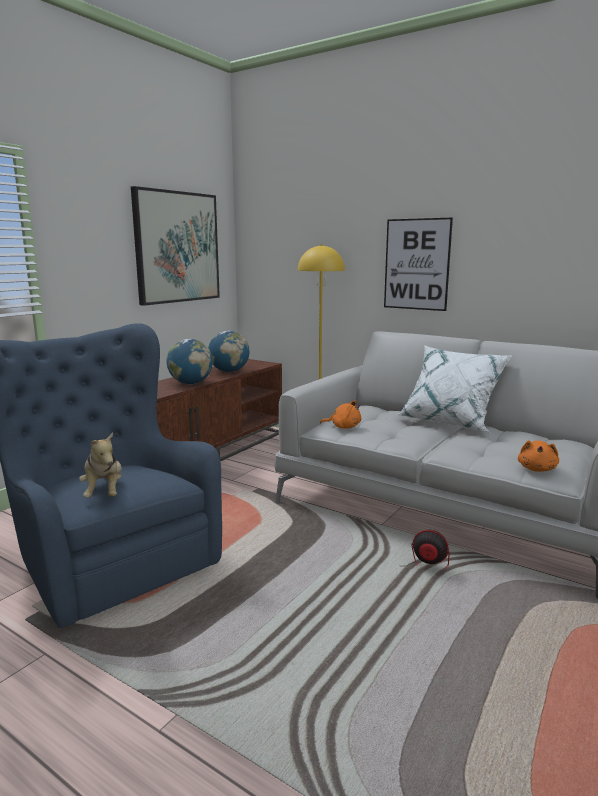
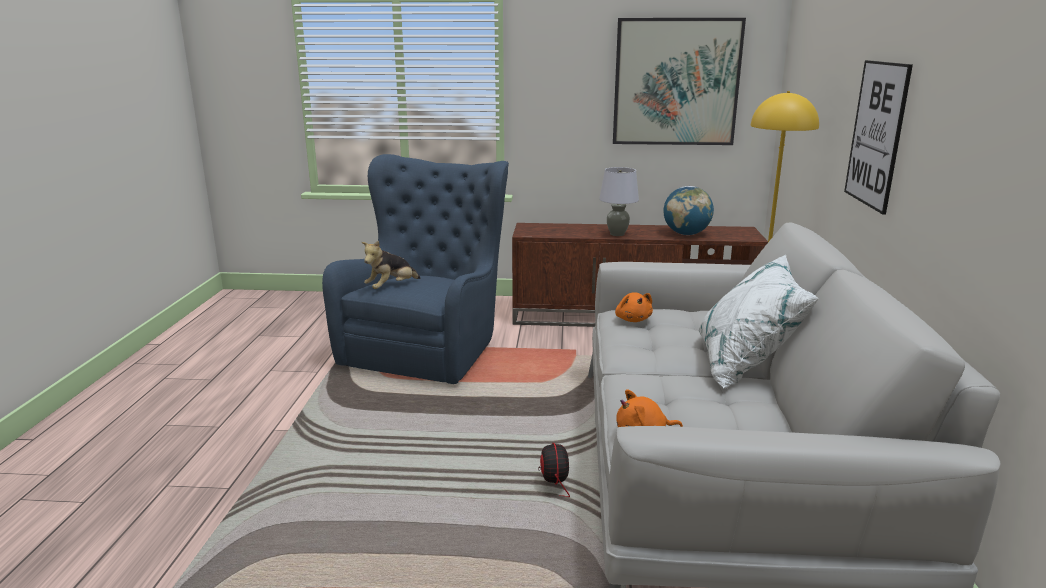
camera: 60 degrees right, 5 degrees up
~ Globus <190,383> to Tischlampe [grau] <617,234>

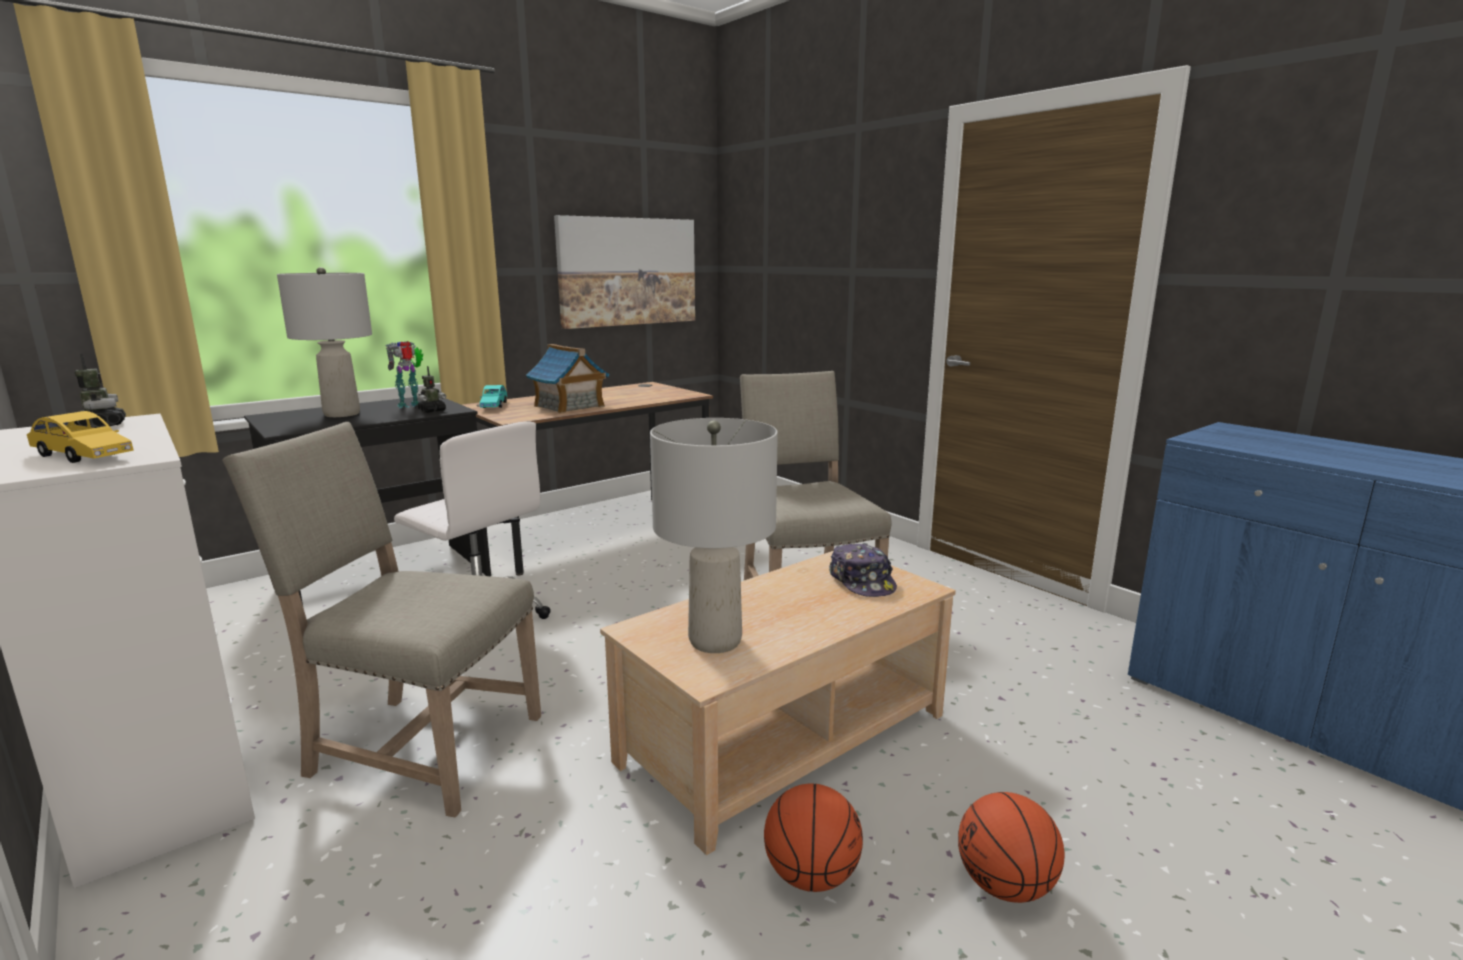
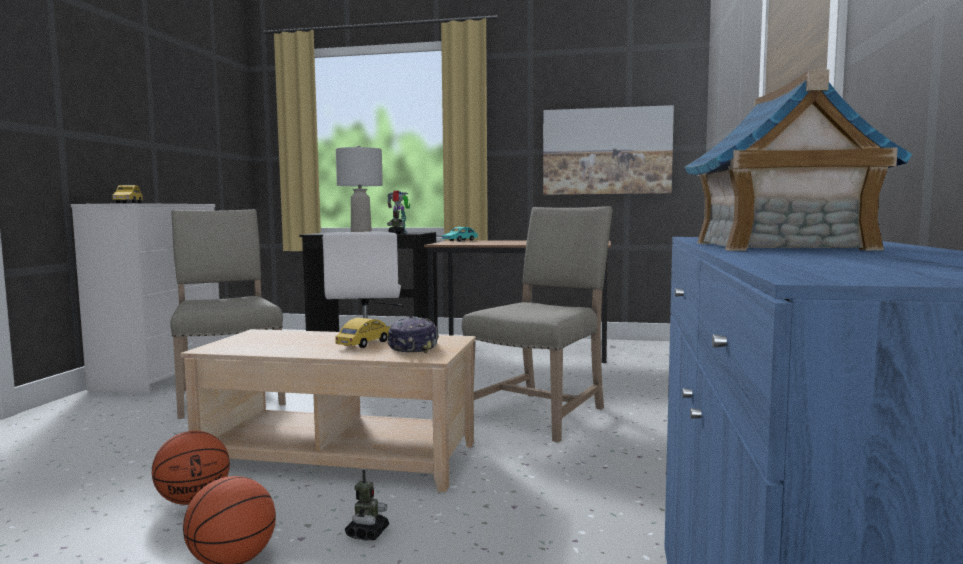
camera: 50 degrees right, 10 degrees down
~ Spielzeughaus <569,406> to <779,246>
~ Spielzeugroboter <102,425> to <367,533>
- Tischlampe [grau] <714,641>
~ Kappe <862,581> = <413,347> 150 degrees clockwise
+ Spielzeugauto [gelb] <367,343>

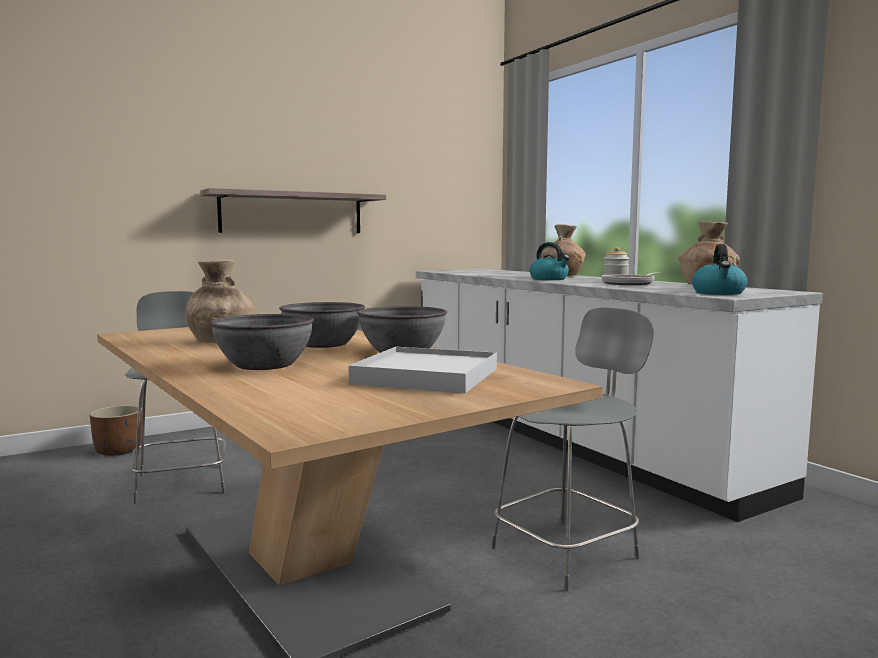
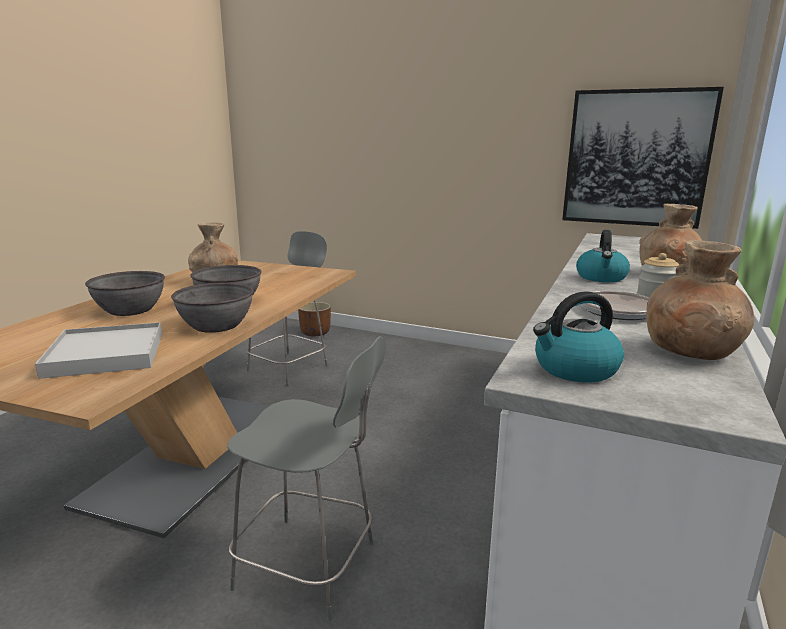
camera: 55 degrees right, 10 degrees up
- Wandregal <292,213>
+ Bild <636,158>

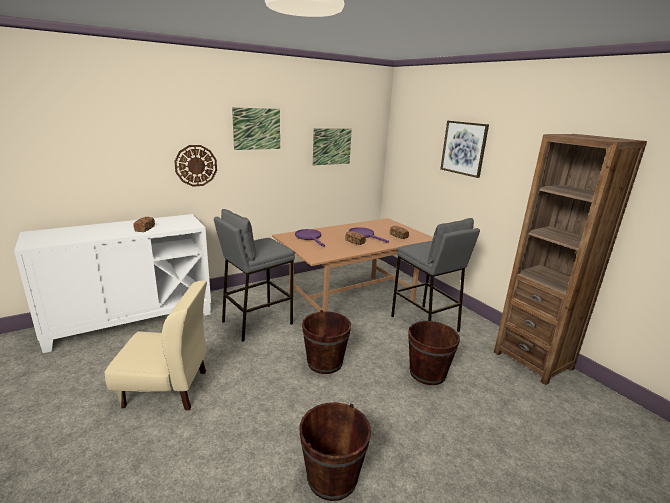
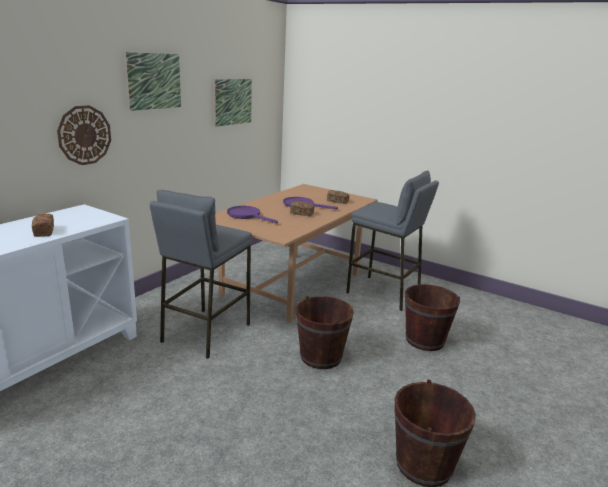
camera: 25 degrees left, 0 degrees up
- Bild <464,148>
- Bücherregal [braun] <533,360>
- Stuhl [beige] <167,388>

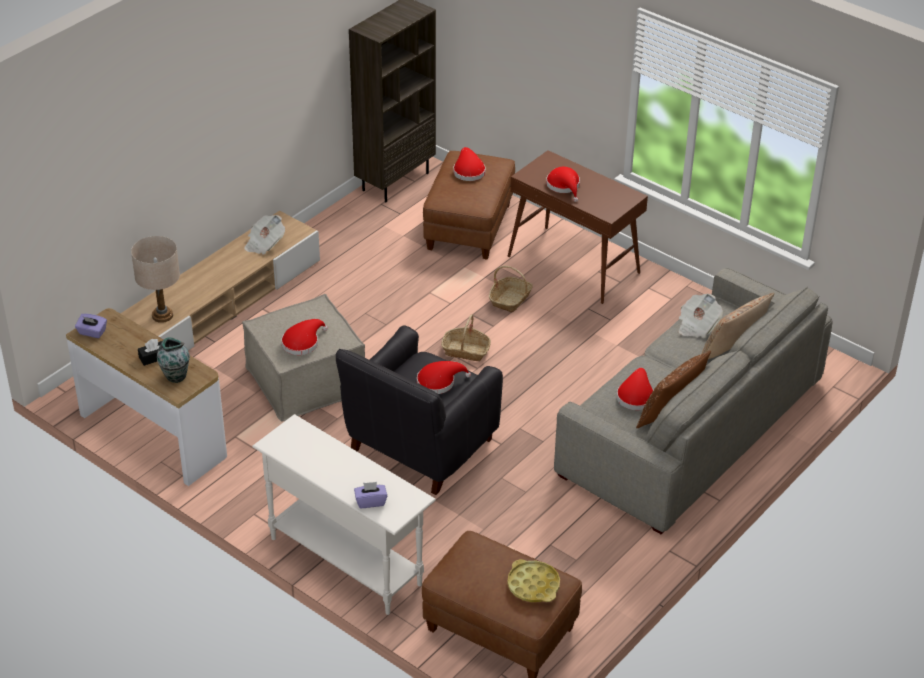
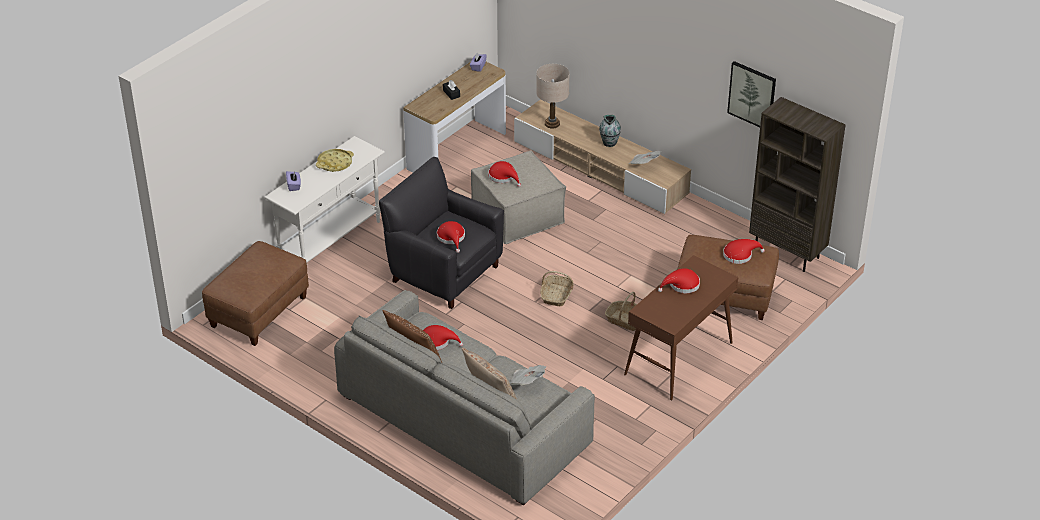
camera: 90 degrees right, 0 degrees up
~ Vase <175,376> to <609,142>
~ Tablett [gelb] <533,585> to <335,163>
+ Bild <752,95>

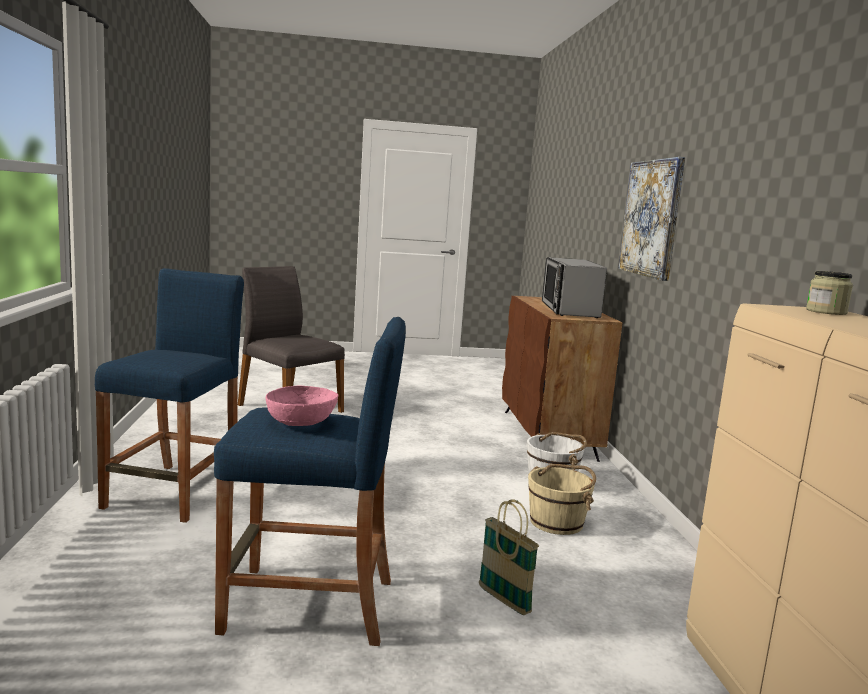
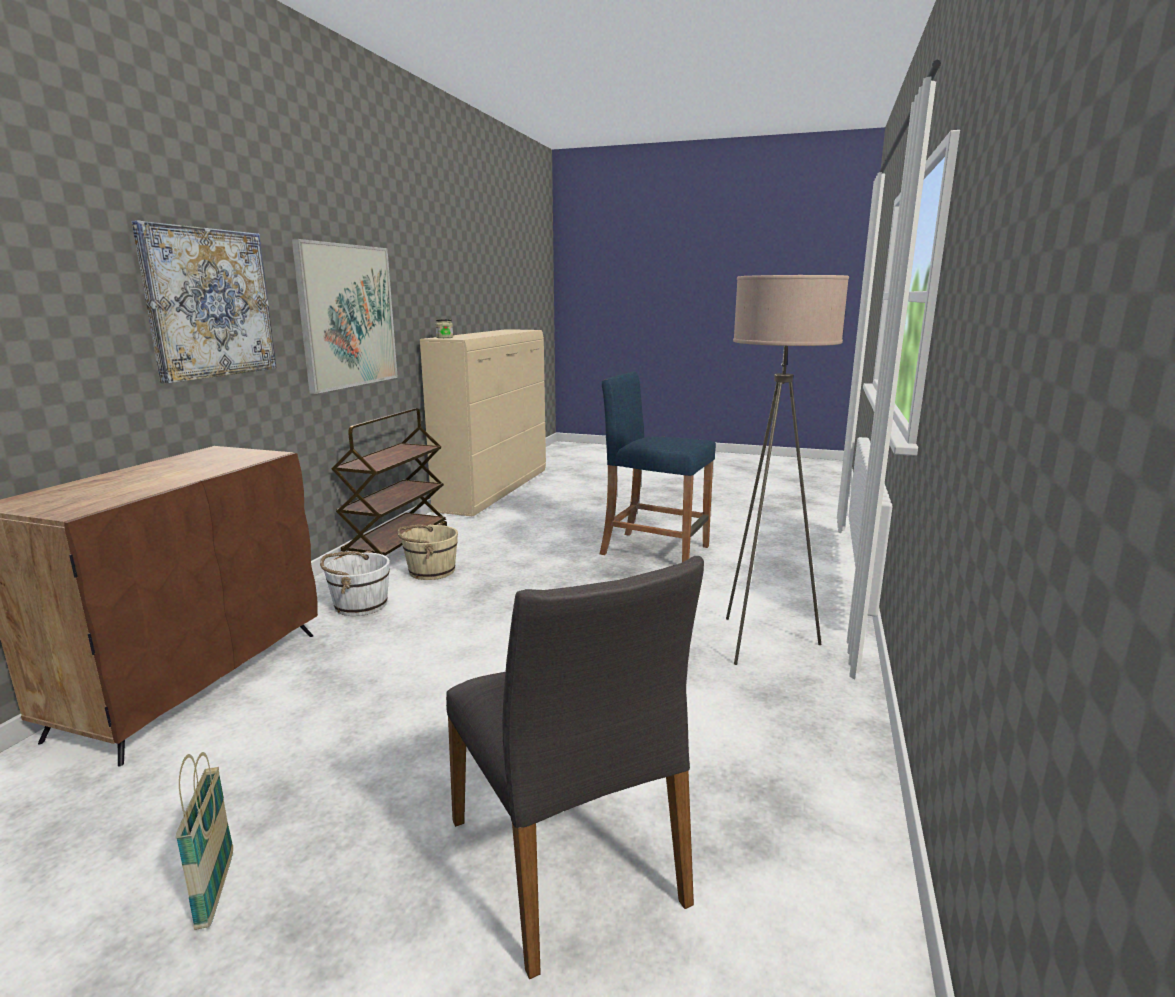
camera: 155 degrees left, 5 degrees up
- Mikrowelle <569,310>
~ Hocker [blau] <175,492> to Stehlampe [beige] <761,642>
- Schüssel [rosa] <301,422>
~ Korb <504,600> to <216,889>
+ Bild <347,316>
+ Rollwagen [braun] <396,546>

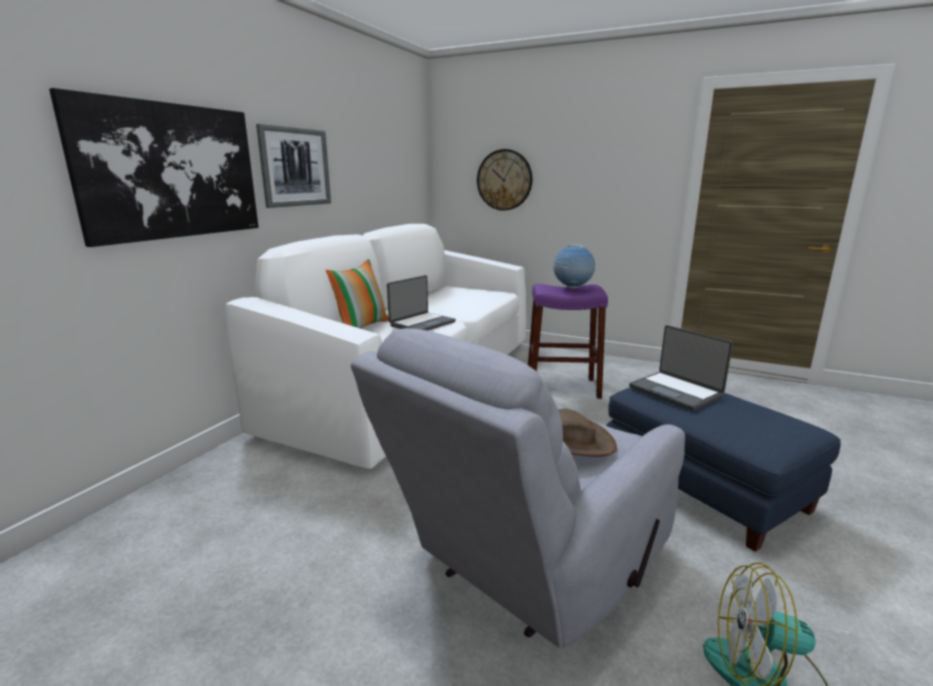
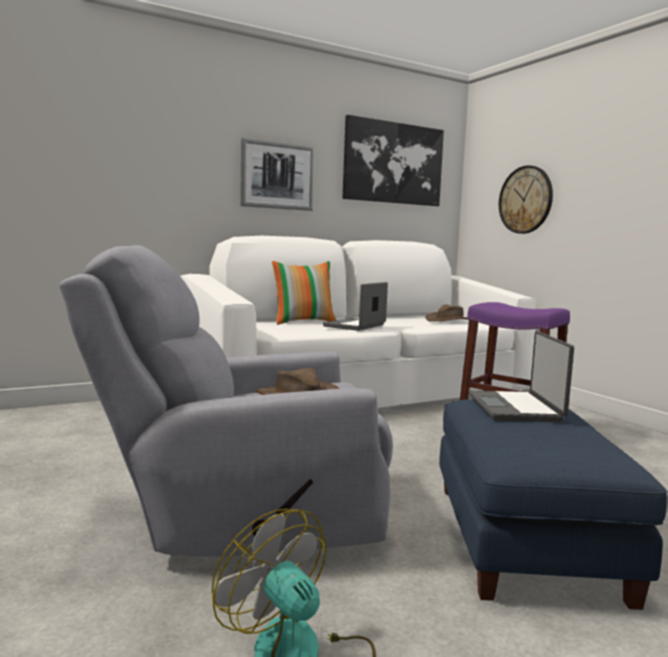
camera: 35 degrees right, 10 degrees down
~ Bild <171,171> to <393,163>
- Globus <572,288>
~ Laptop <421,323> = <356,326> 135 degrees clockwise
+ Hut [braun] <449,320>

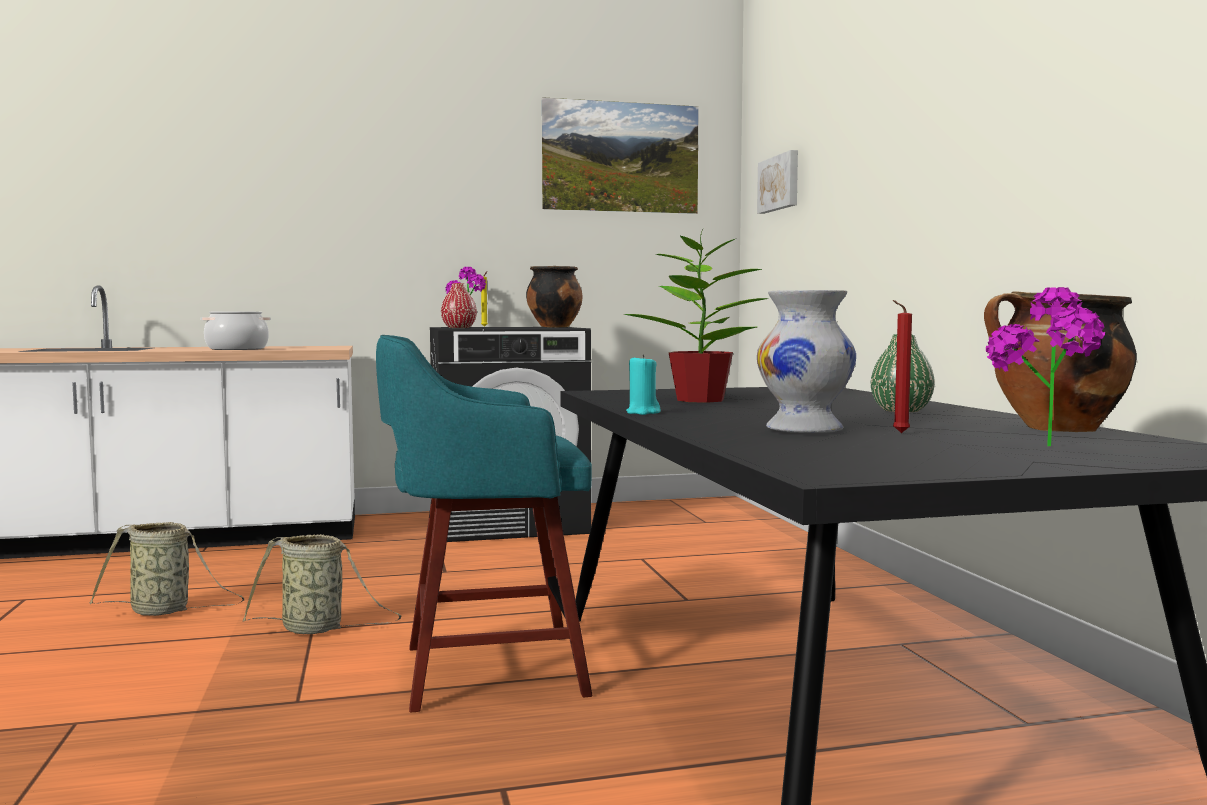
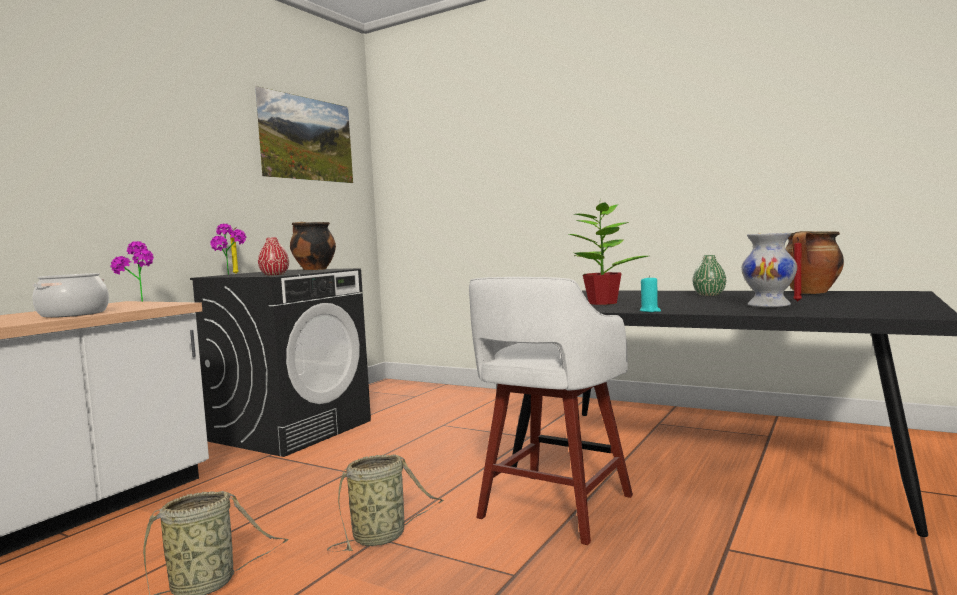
camera: 45 degrees left, 0 degrees up
- Bild <780,183>
~ Topfpflanze <1044,448> to <139,302>
~ Hocker [türkis] <486,671> to Hocker [weiß] <553,508>

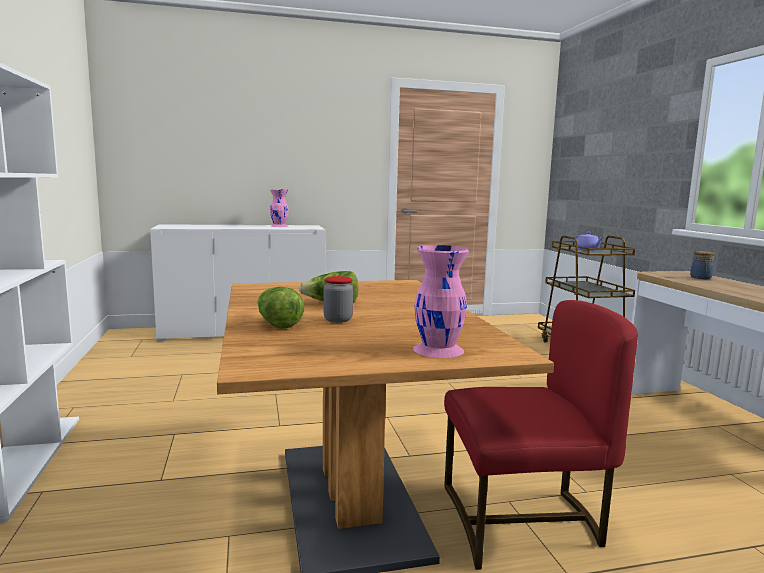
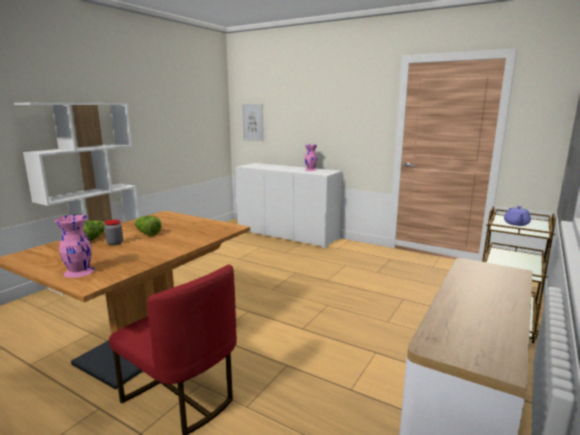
camera: 45 degrees right, 5 degrees up
- Vorratsglas <701,278>
+ Bild <252,122>

